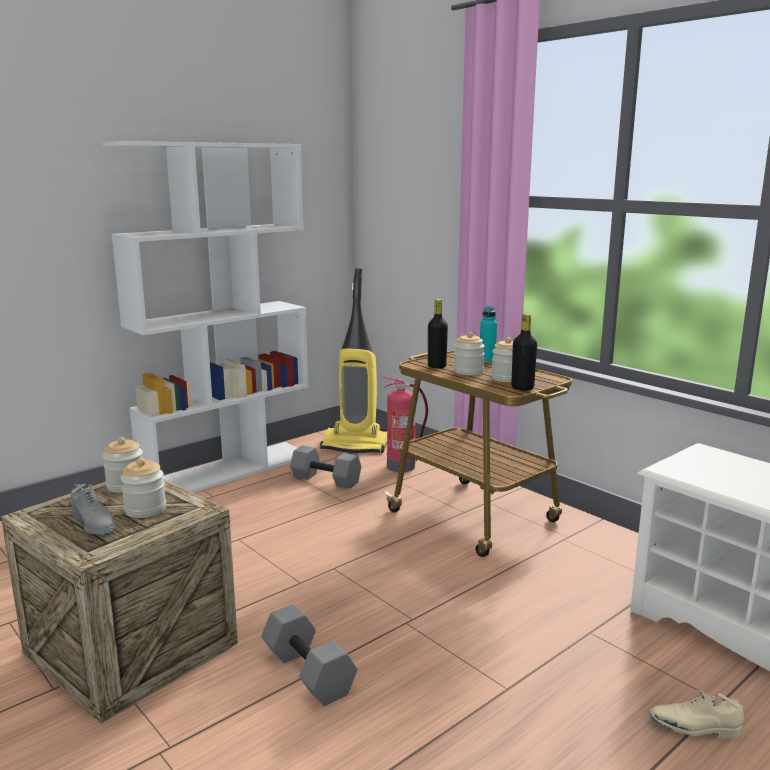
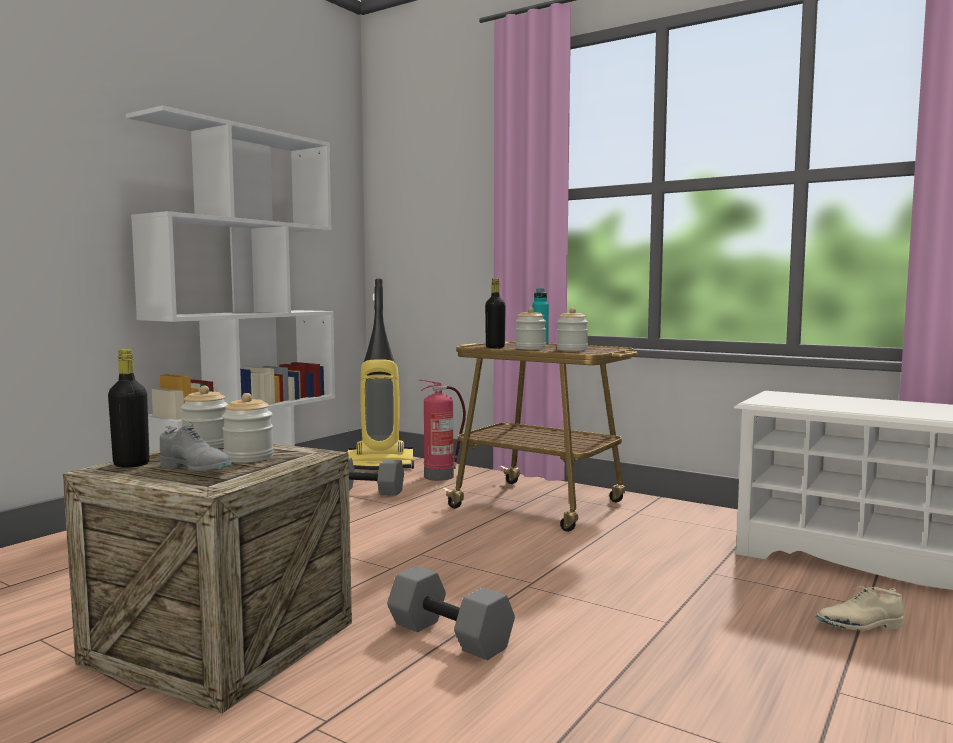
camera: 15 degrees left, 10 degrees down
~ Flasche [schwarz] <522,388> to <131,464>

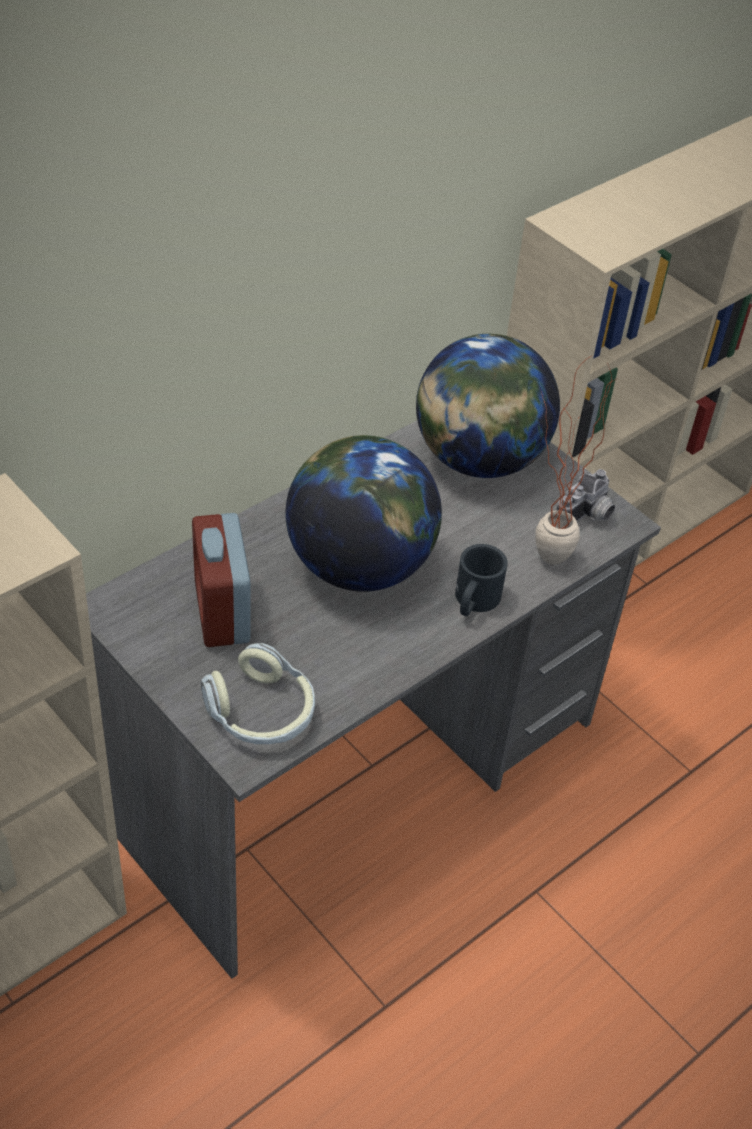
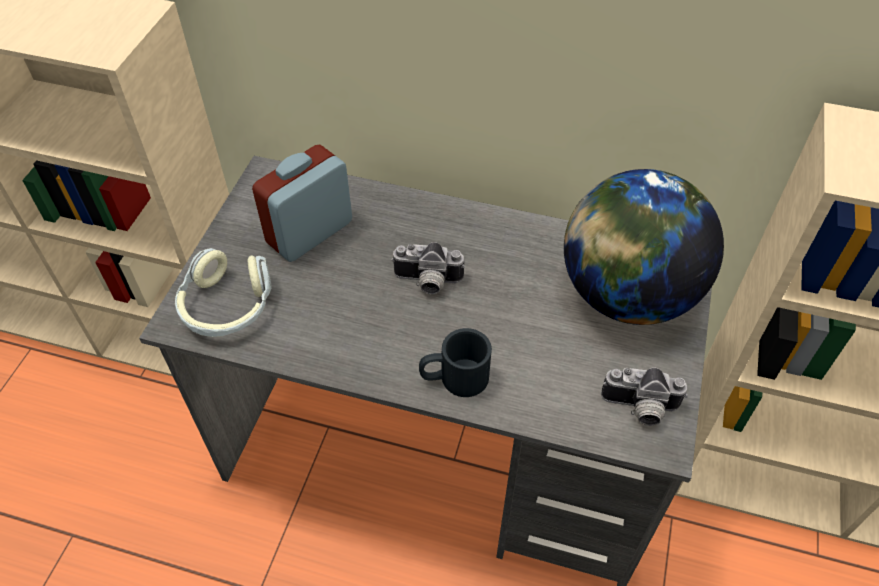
camera: 60 degrees right, 5 degrees up
- Topfpflanze <541,563>
~ Globus <359,565> to Kamera <427,283>

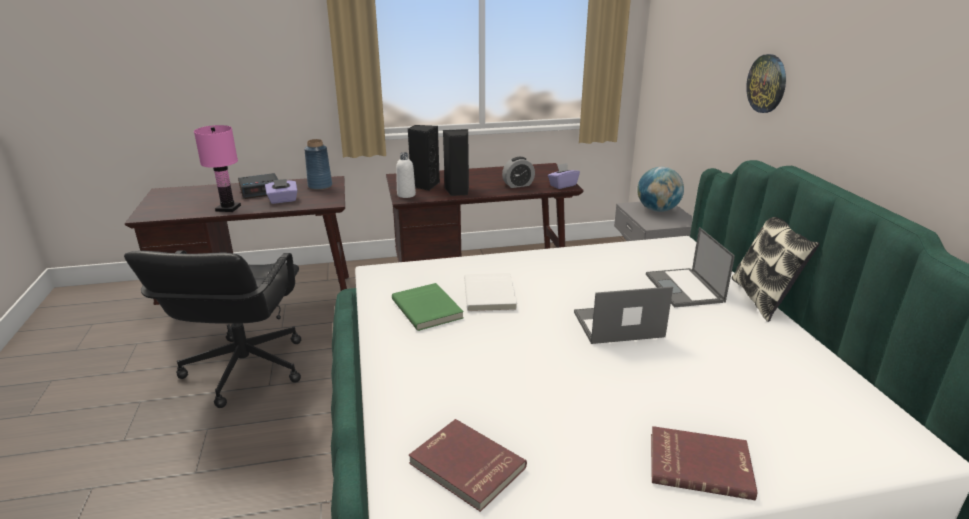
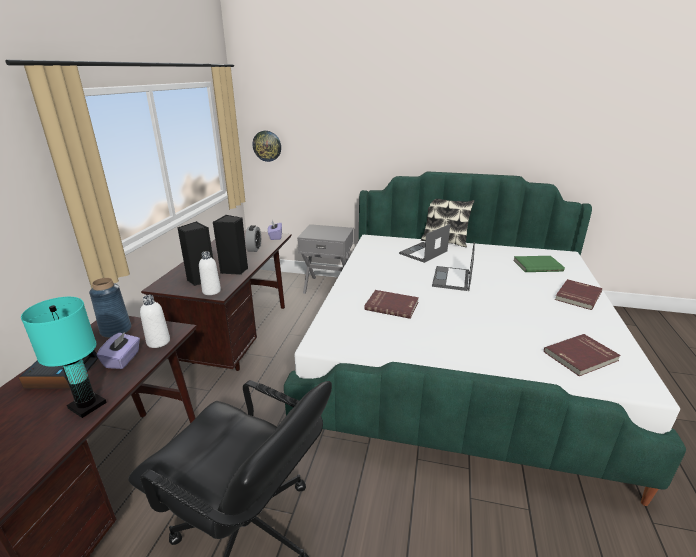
camera: 65 degrees left, 0 degrees up
~ Wanduhr <767,83> to <267,146>
~ Tischlampe [rosa] <228,208> to Tischlampe [türkis] <86,405>
- Globus <657,210>
~ Laptop <685,288> = <423,253> 120 degrees clockwise
~ Buch [weiß] <491,294> to Buch [rot] <392,305>
~ Buch [grün] <428,308> to <537,265>
+ Flasche [weiß] <158,342>

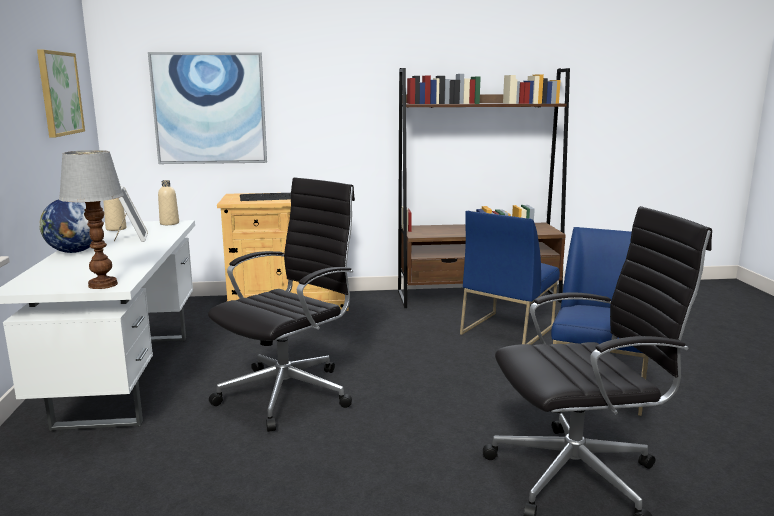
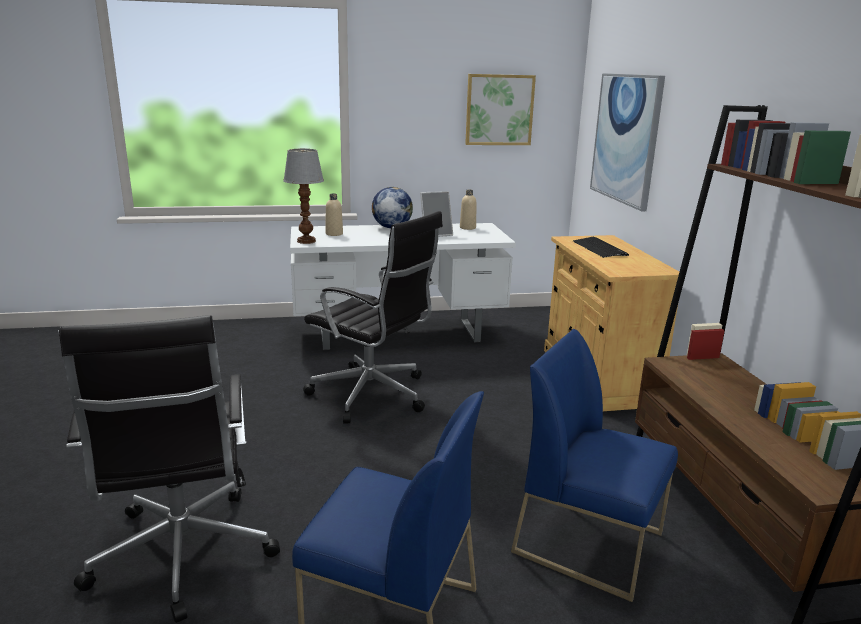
camera: 85 degrees right, 5 degrees up
~ Flasche [beige] <169,223> to <334,234>

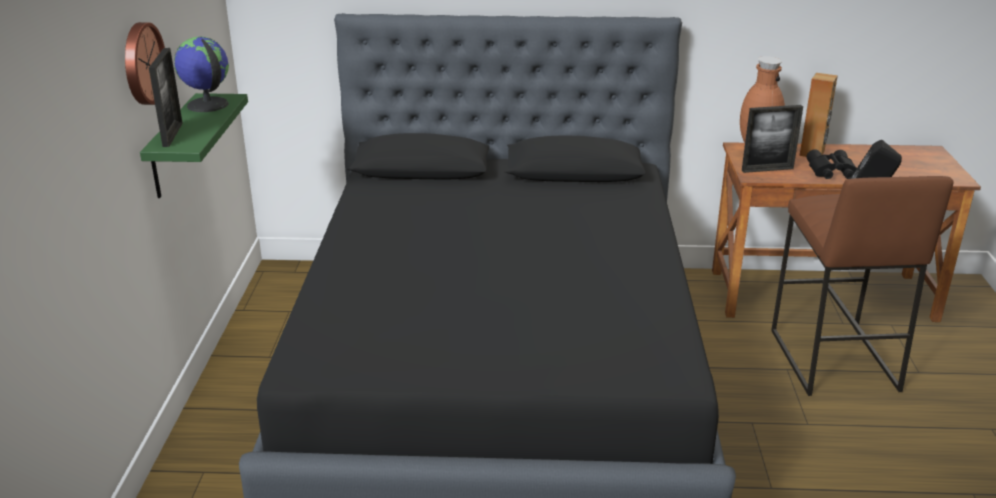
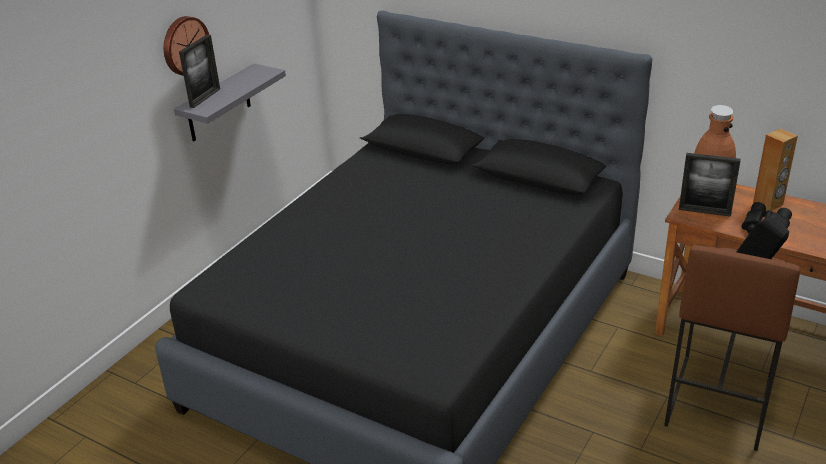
camera: 30 degrees right, 5 degrees up
- Globus <207,105>
~ Wandregal [grün] <173,147> to Wandregal [grau] <218,104>

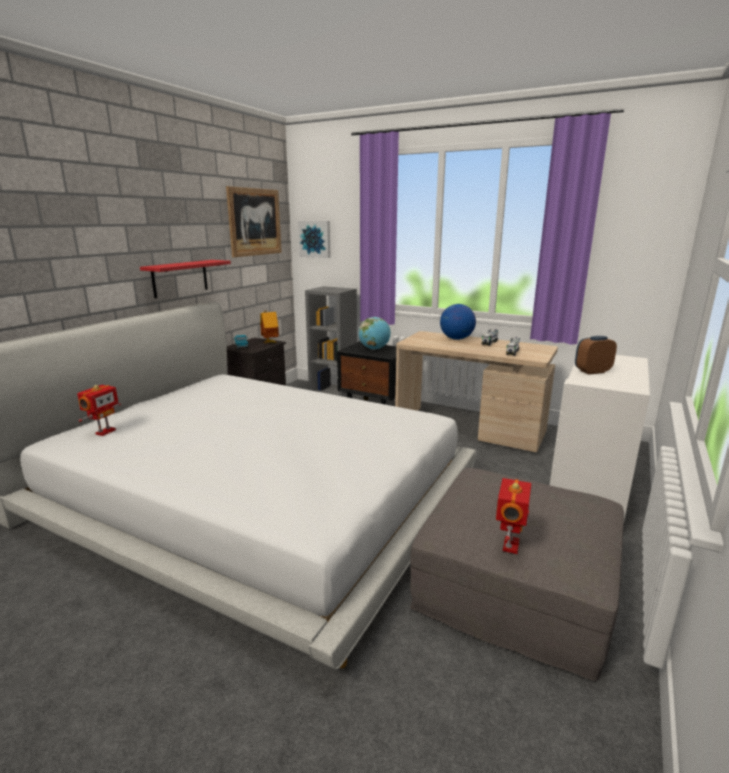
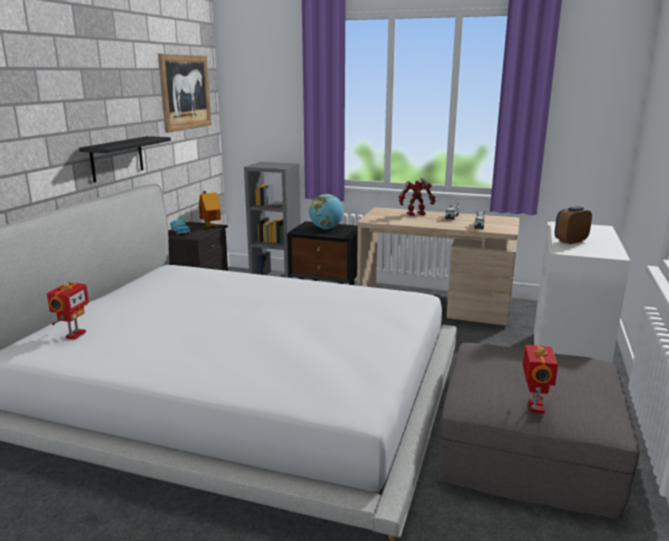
camera: 10 degrees left, 0 degrees up
- Bild <315,239>
~ Wandregal [rot] <180,278> to Wandregal [schwarz] <117,158>
~ Globus <456,339> to Spielzeugroboter <416,214>

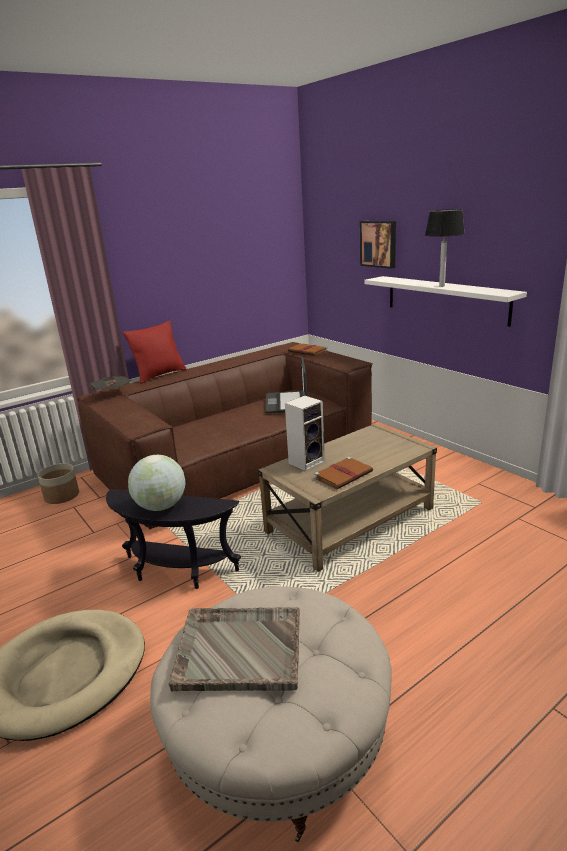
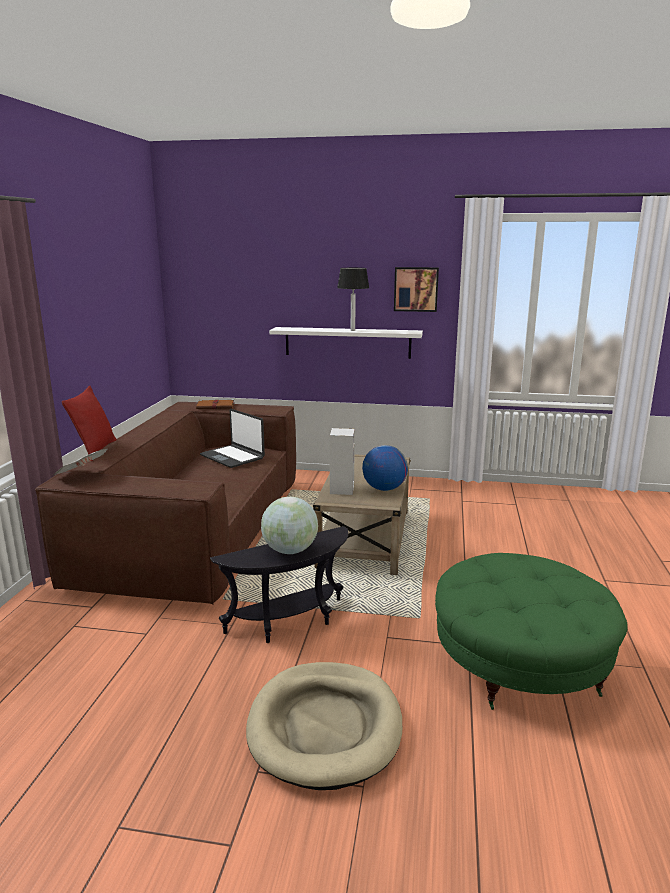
camera: 45 degrees left, 5 degrees down
~ Bild <379,244> to <416,289>
~ Buch [braun] <344,475> to Globus <384,489>
- Pflanzkübel <62,496>
~ Polsterhocker [beige] <278,737> to Polsterhocker [grün] <520,665>
- Tablett [grau] <238,649>

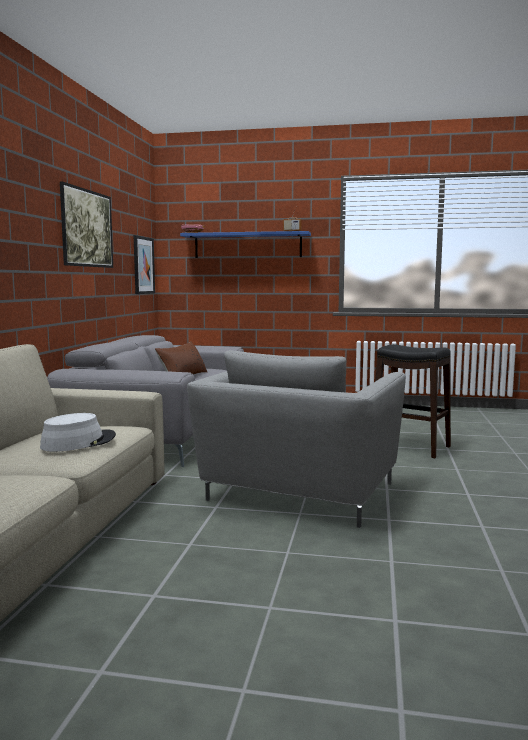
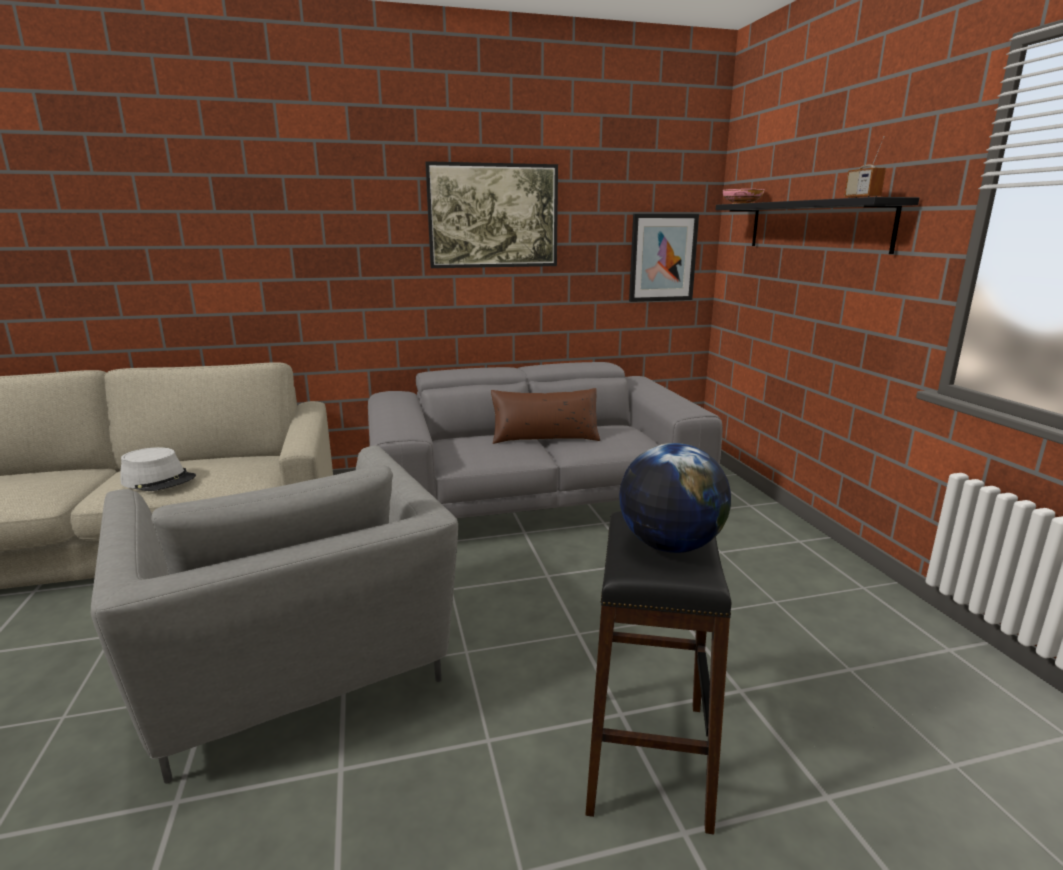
camera: 65 degrees right, 10 degrees up
~ Wandregal [blau] <247,245> to Wandregal [schwarz] <815,225>
~ Sessel [grau] <299,493> = <296,672> 120 degrees counterclockwise
+ Globus <669,546>

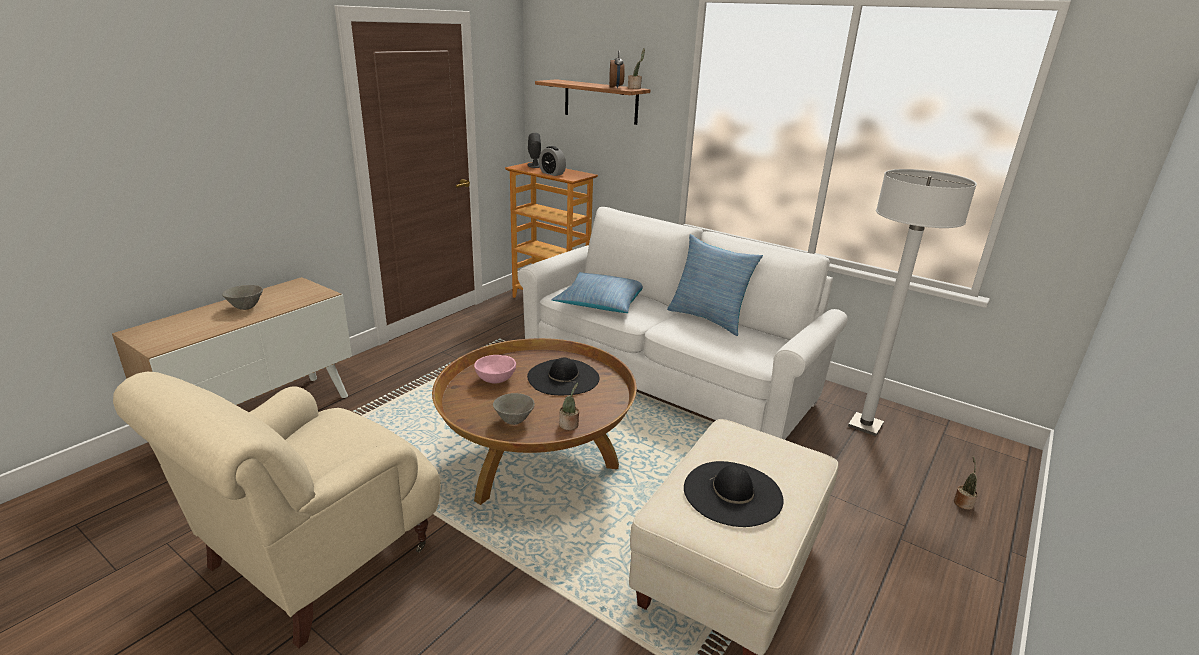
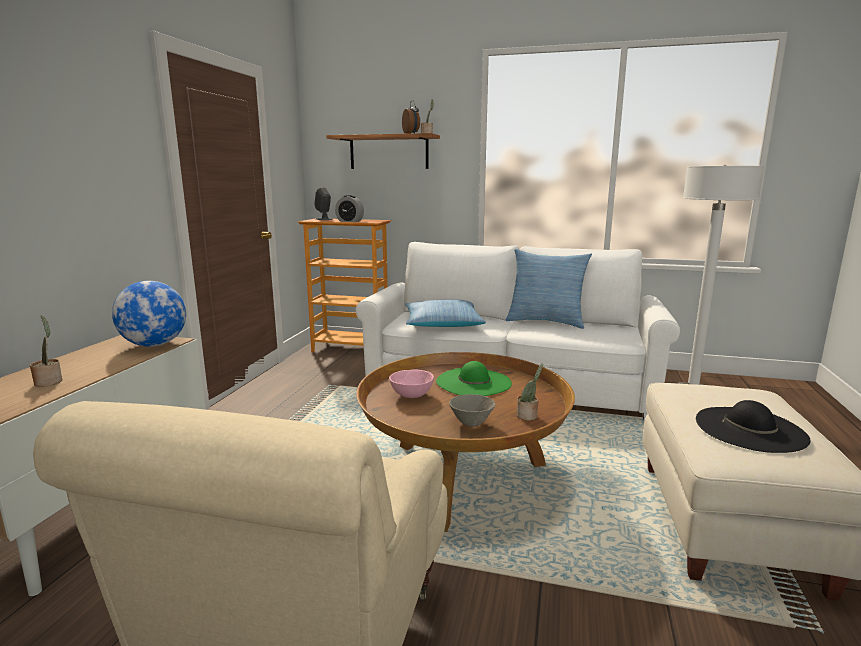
camera: 20 degrees left, 10 degrees down
- Schüssel [grau] <246,307>
~ Hut [schwarz] <563,377> to Hut [grün] <473,382>
~ Topfpflanze <963,502> to <49,381>
+ Globus <155,345>

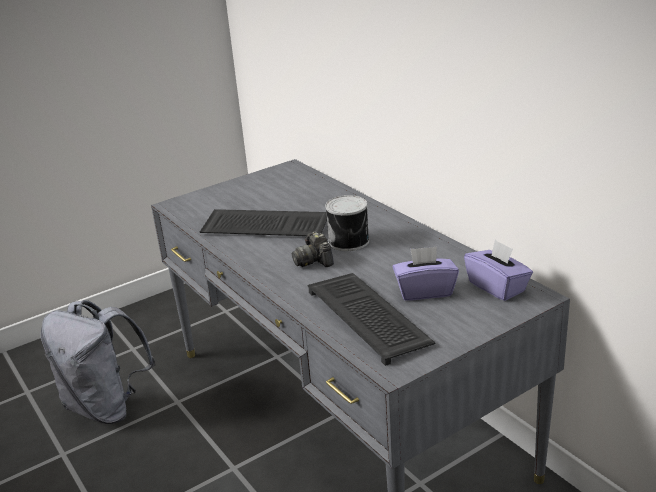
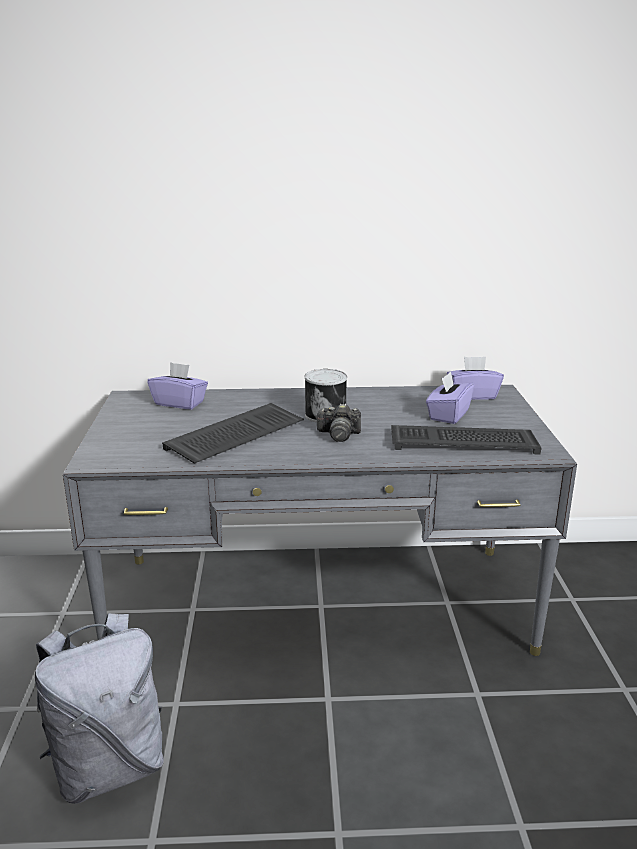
camera: 60 degrees left, 5 degrees down
+ Taschentuchbox [lila] <179,403>

